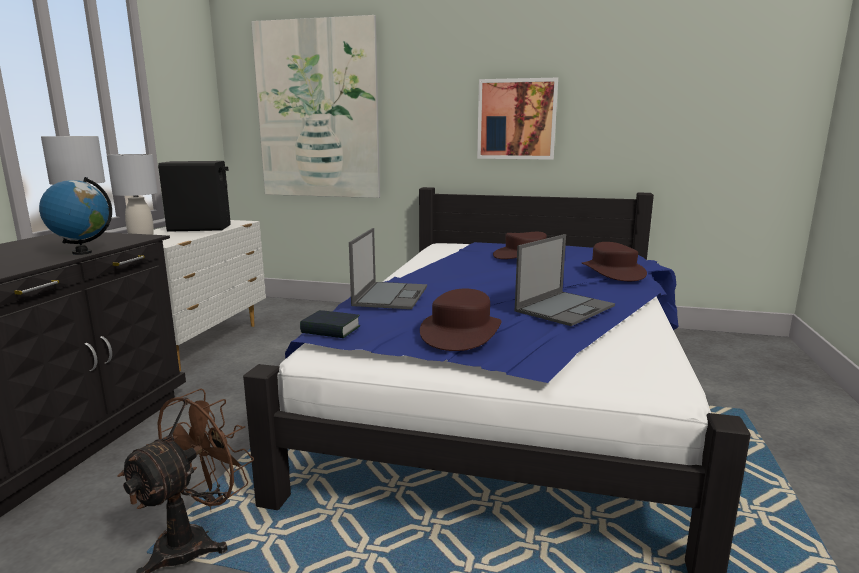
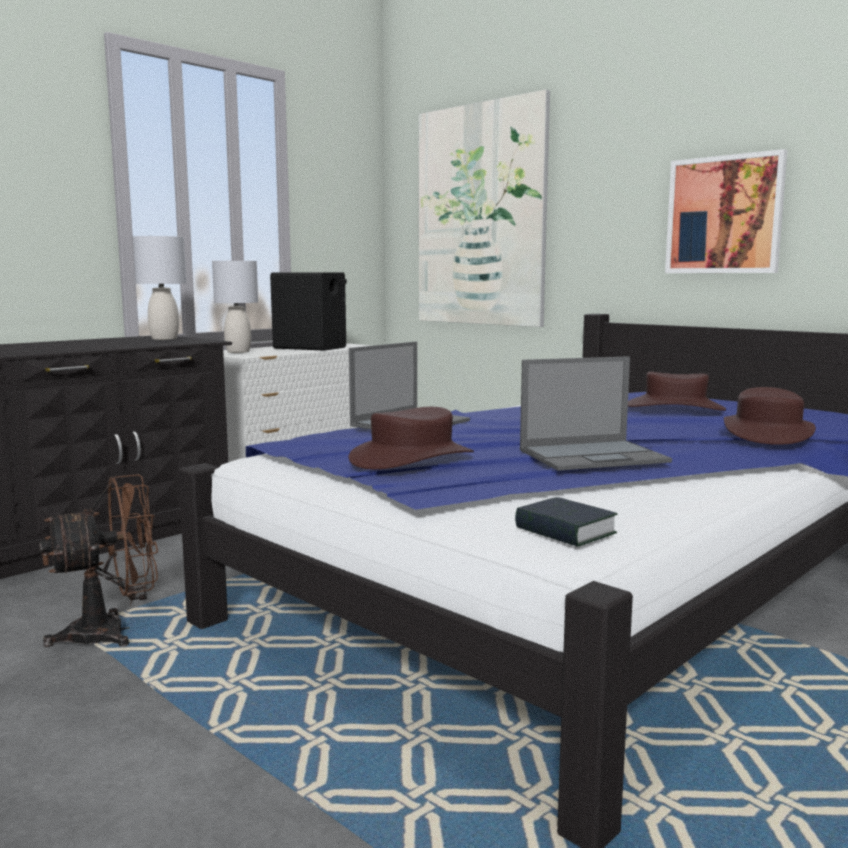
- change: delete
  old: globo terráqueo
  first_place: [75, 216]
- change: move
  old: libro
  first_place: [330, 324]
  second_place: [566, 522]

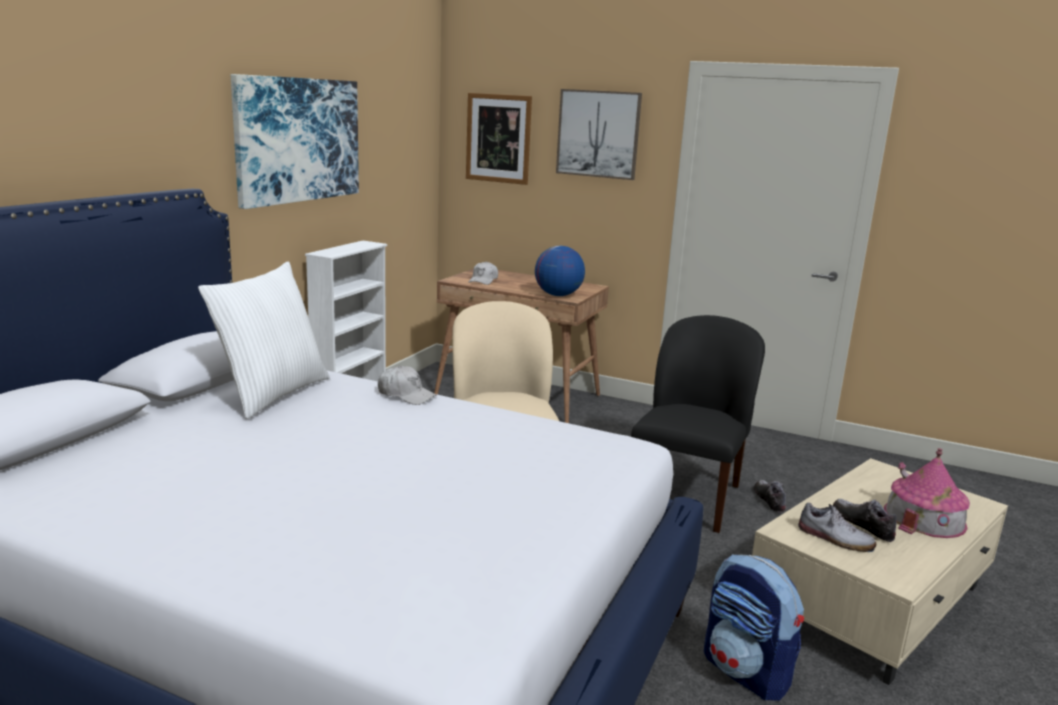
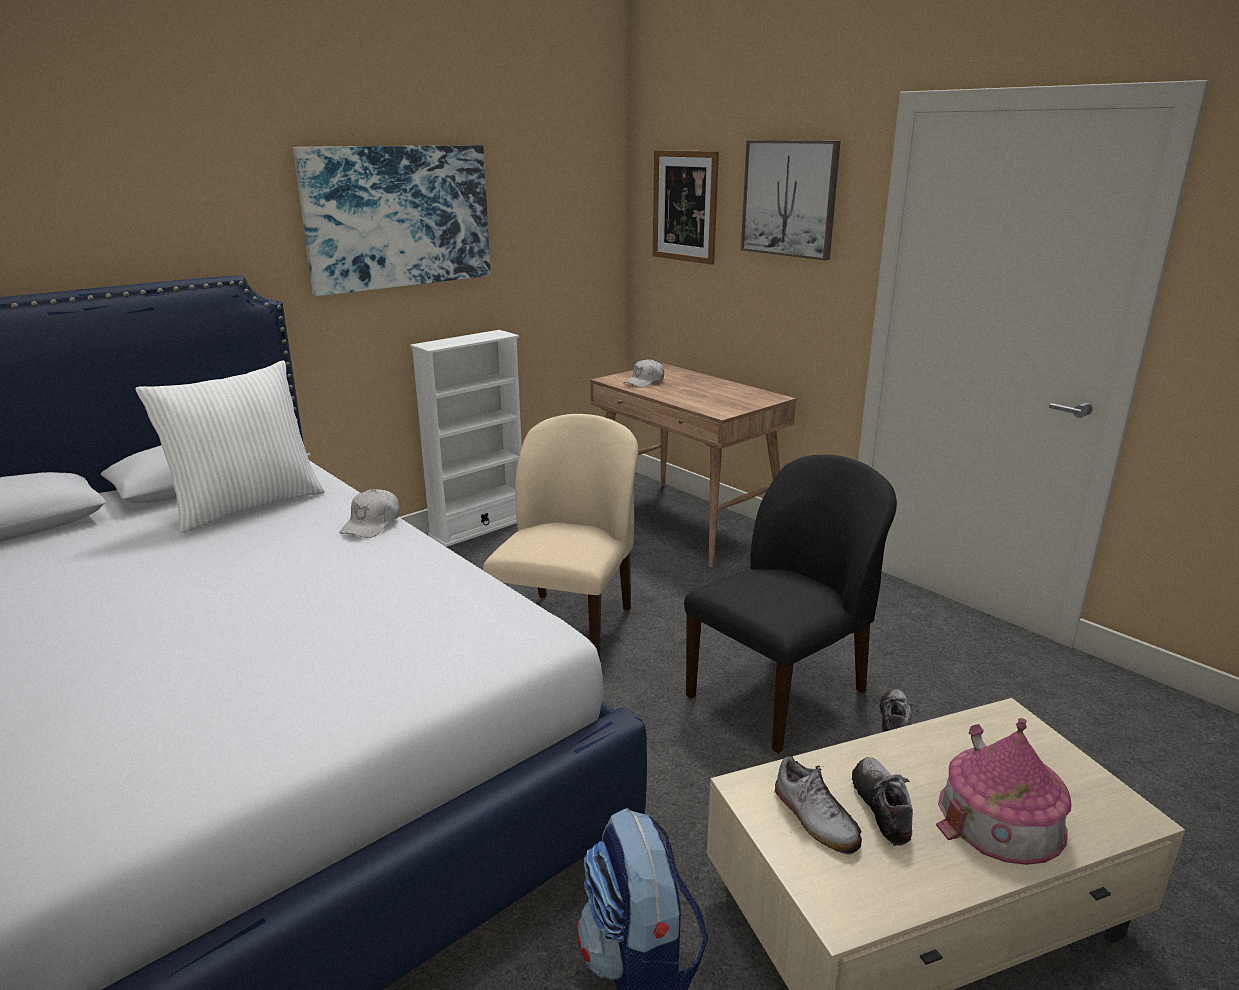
- change: delete
  old: globo terráqueo
  first_place: [560, 271]
- change: rotate
  old: gorra (blanco)
  first_place: [407, 385]
  second_place: [369, 513]
  degrees: 60

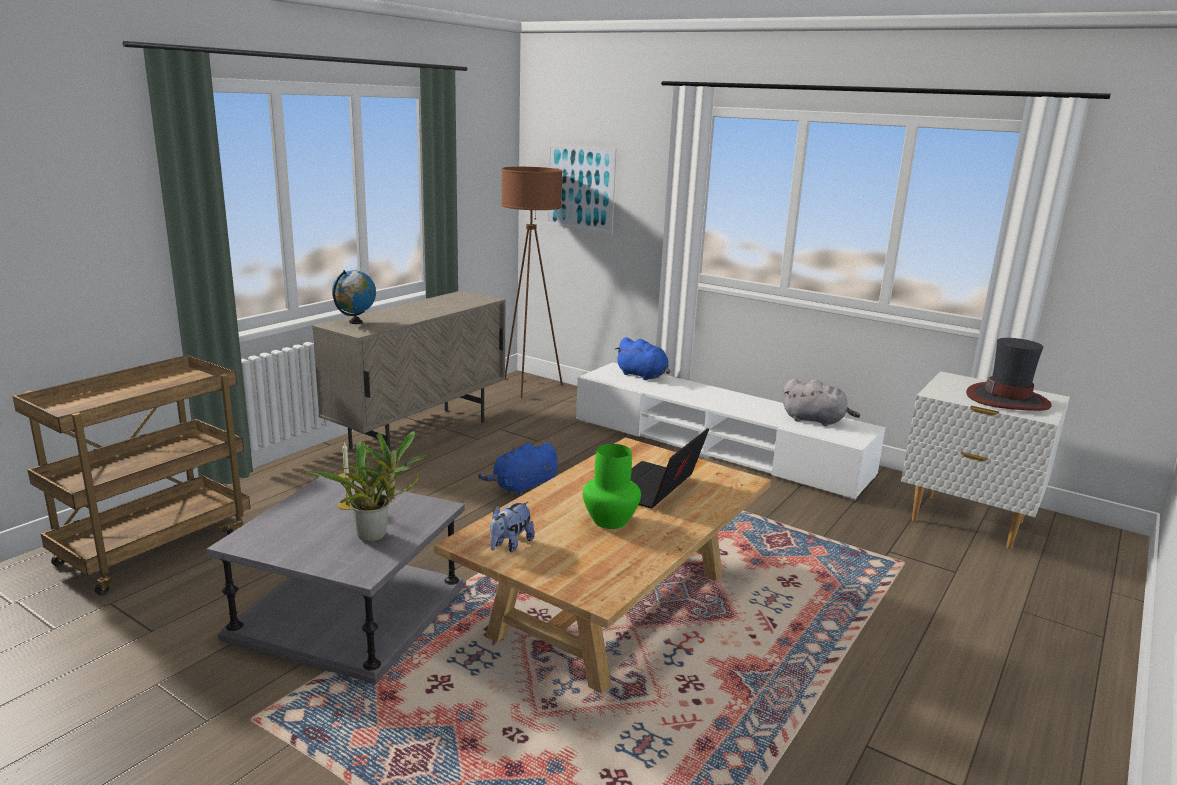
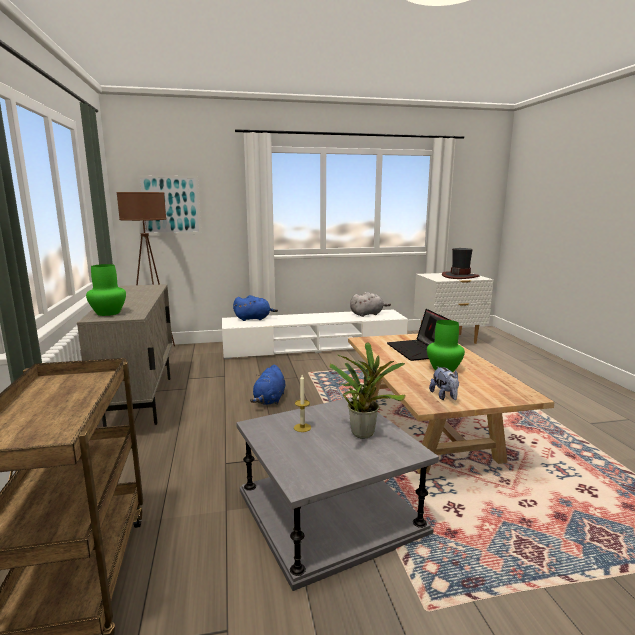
- change: replace
  old: globo terráqueo
  new: florero (verde)
  first_place: [354, 297]
  second_place: [106, 290]

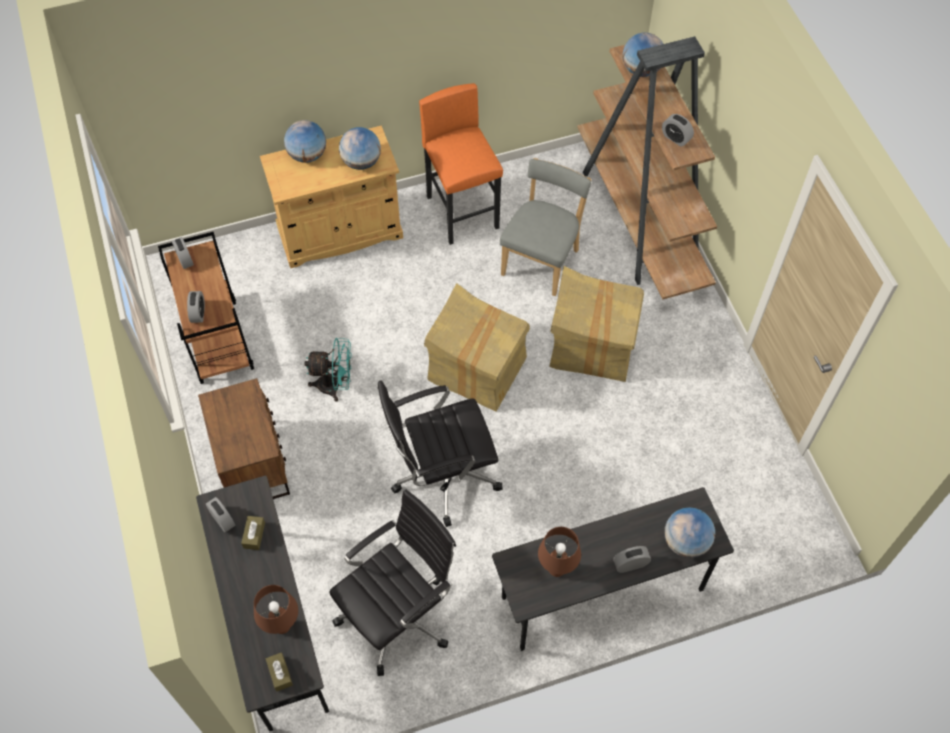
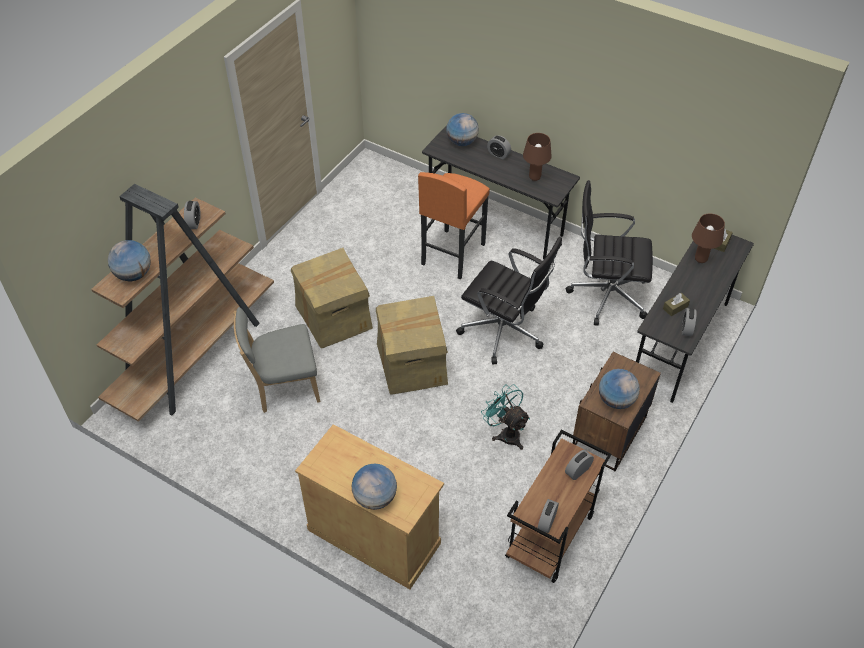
- change: move
  old: globo terráqueo
  first_place: [360, 148]
  second_place: [619, 389]
- change: move
  old: taburete (naranja)
  first_place: [461, 164]
  second_place: [454, 225]

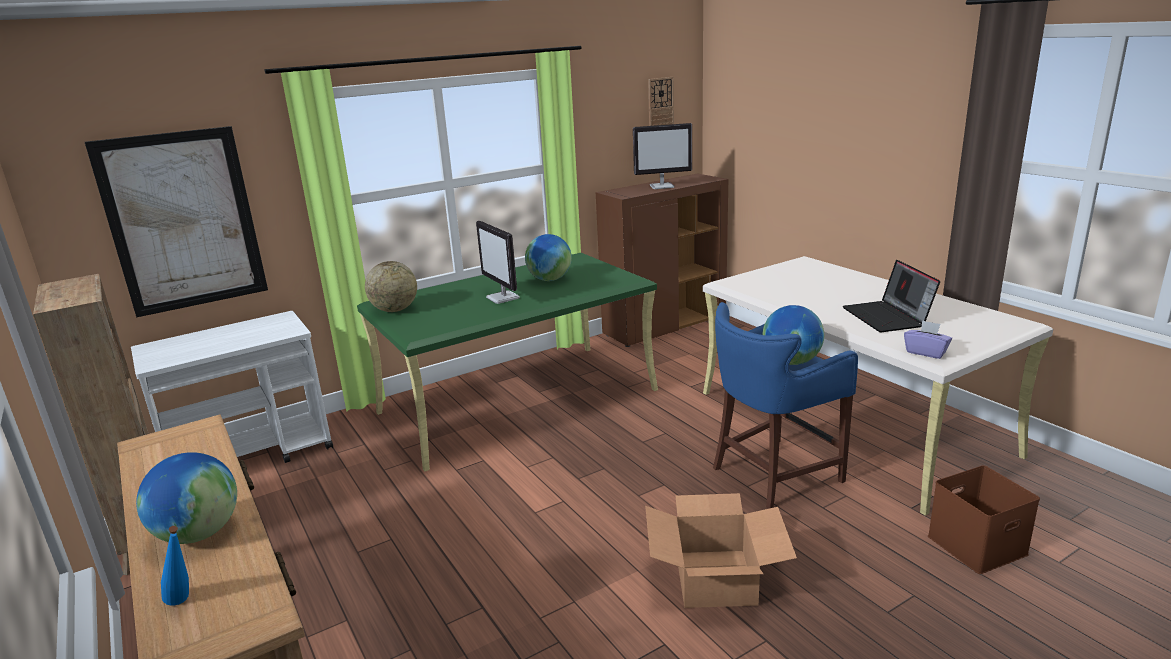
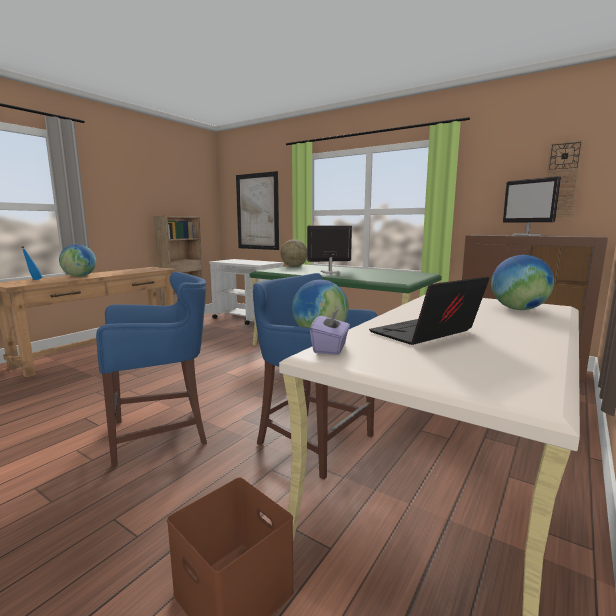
- change: move
  old: globo terráqueo
  first_place: [548, 257]
  second_place: [522, 282]
- change: replace
  old: caja de cartón
  new: taburete (azul)
  first_place: [721, 550]
  second_place: [151, 369]
- change: rotate
  old: monitor
  first_place: [498, 262]
  second_place: [329, 249]
  degrees: 45

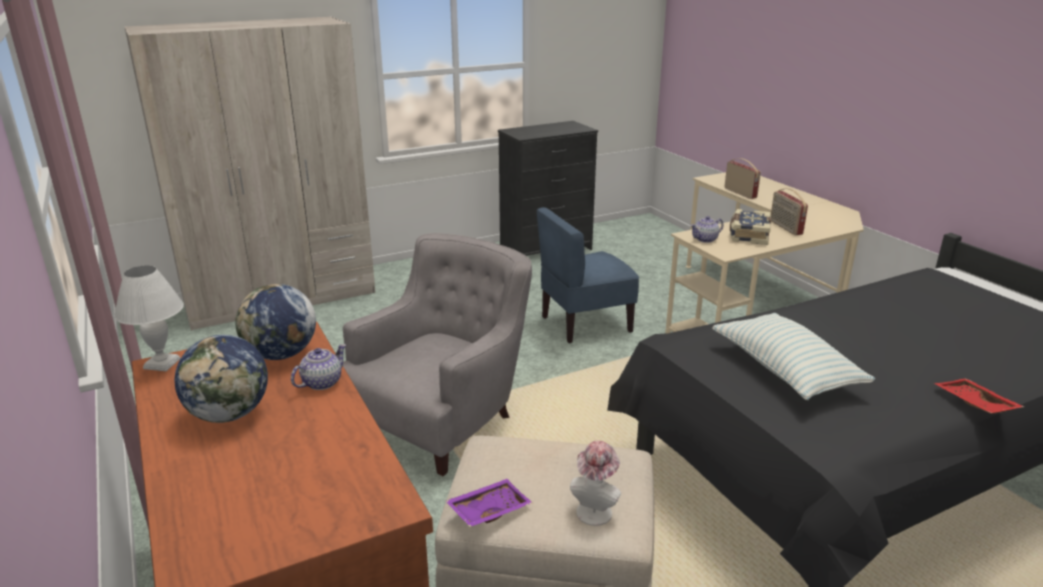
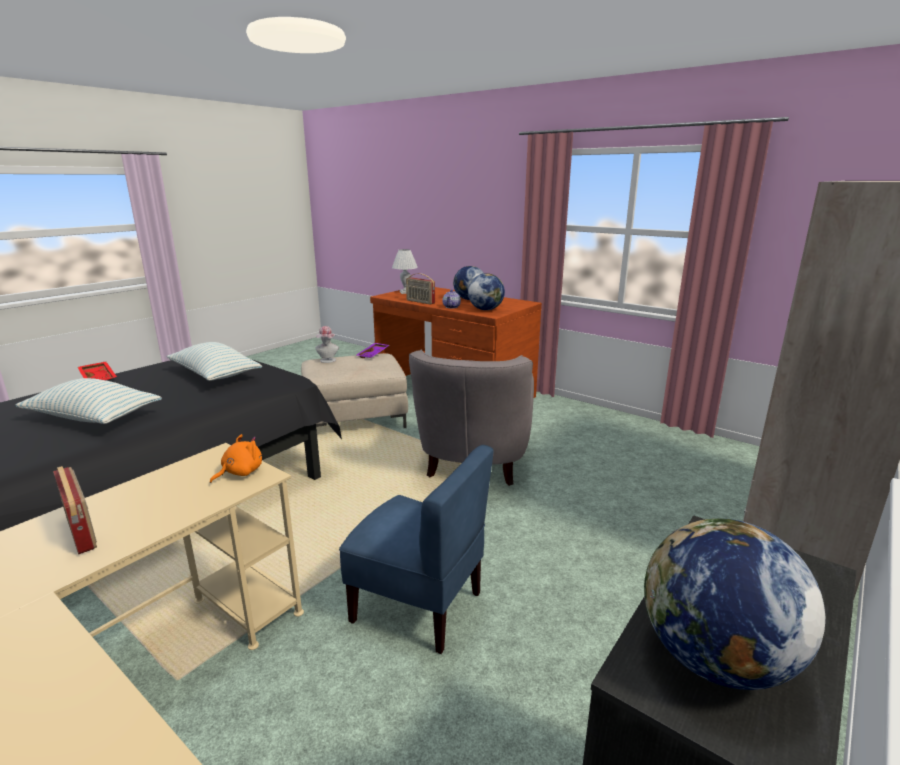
- change: delete
  old: libro
  first_place: [750, 227]
- change: insert
  new: cojín
  second_place: [88, 401]
- change: insert
  new: globo terráqueo
  second_place: [734, 604]
- change: move
  old: lámpara de mesa (blanco)
  first_place: [149, 318]
  second_place: [405, 271]
- change: move
  old: radio
  first_place: [742, 178]
  second_place: [420, 289]
- change: replace
  old: tetera
  new: peluche (naranja)
  first_place: [706, 229]
  second_place: [236, 458]
- change: rotate
  old: silla (azul)
  first_place: [588, 275]
  second_place: [416, 549]
  degrees: 75

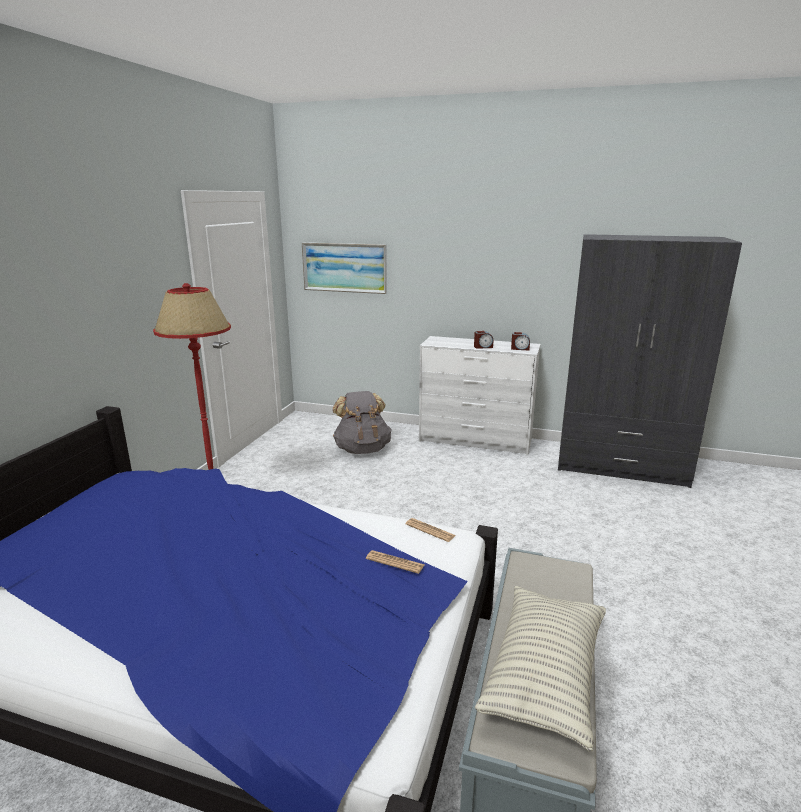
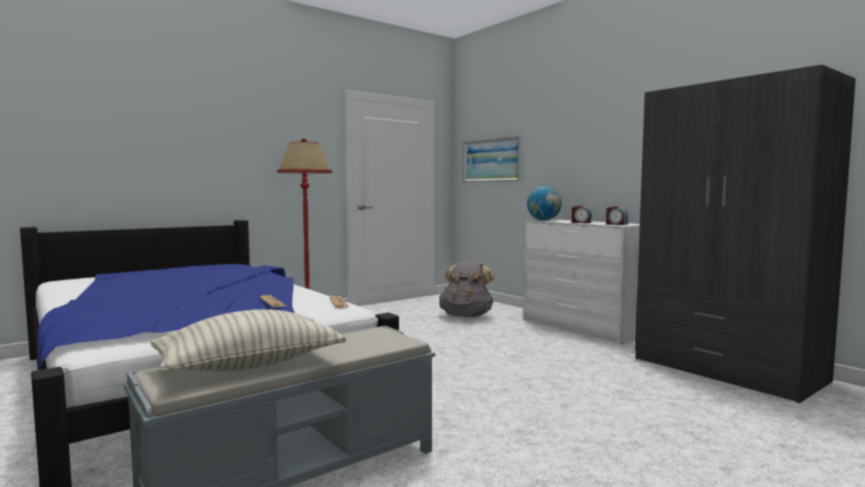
- change: insert
  new: globo terráqueo
  second_place: [544, 203]

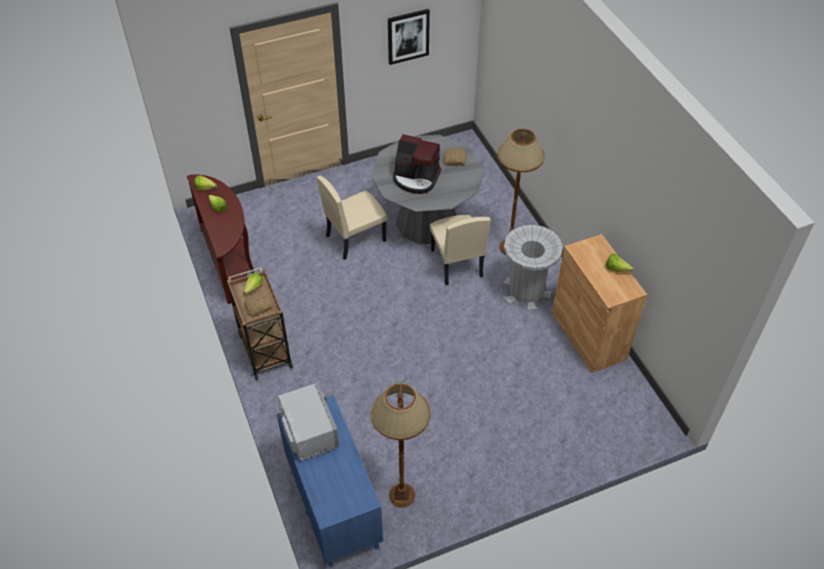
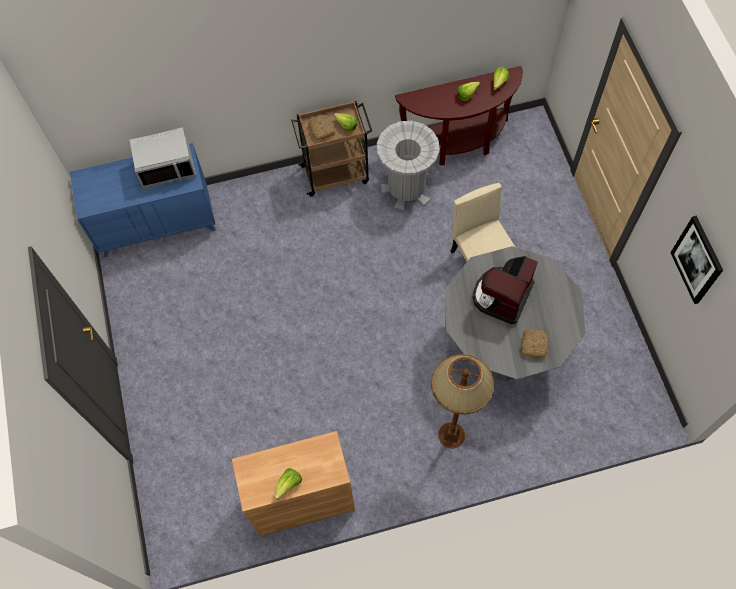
- change: delete
  old: lámpara de pie (marrón)
  first_place: [400, 445]
- change: delete
  old: silla (beis)
  first_place: [460, 250]
- change: move
  old: papelera (gris)
  first_place: [533, 268]
  second_place: [408, 165]

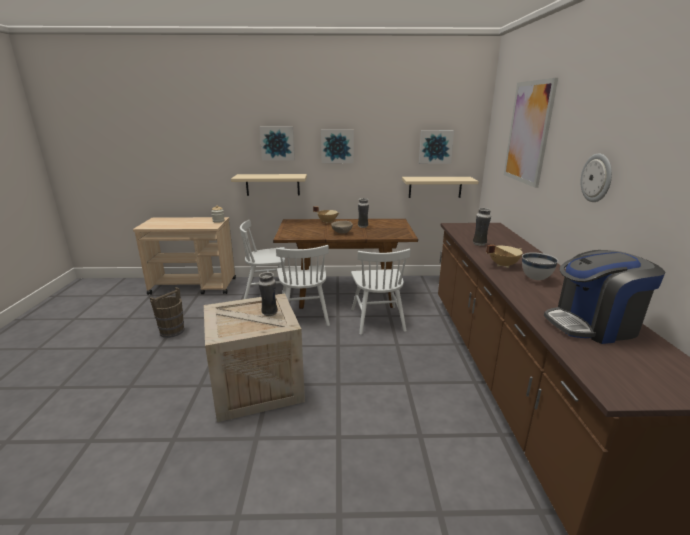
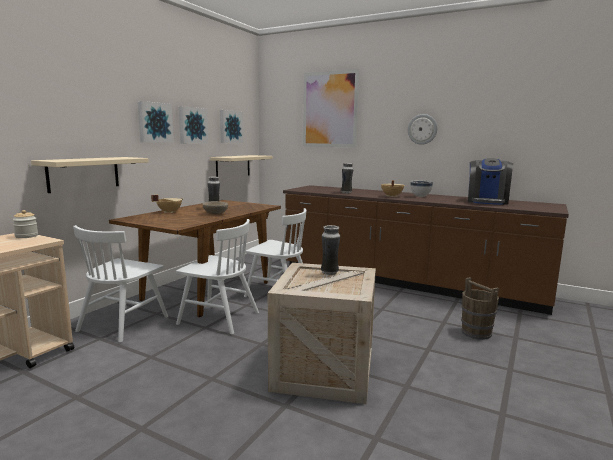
- change: move
  old: cubo (marrón)
  first_place: [167, 312]
  second_place: [480, 308]
- change: move
  old: cuadro
  first_place: [277, 143]
  second_place: [193, 125]

